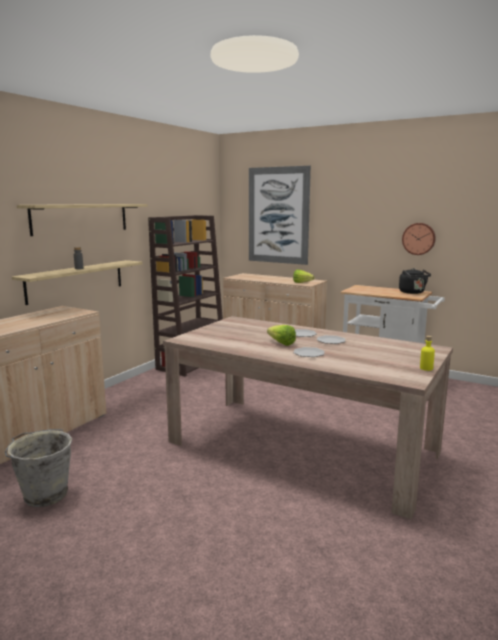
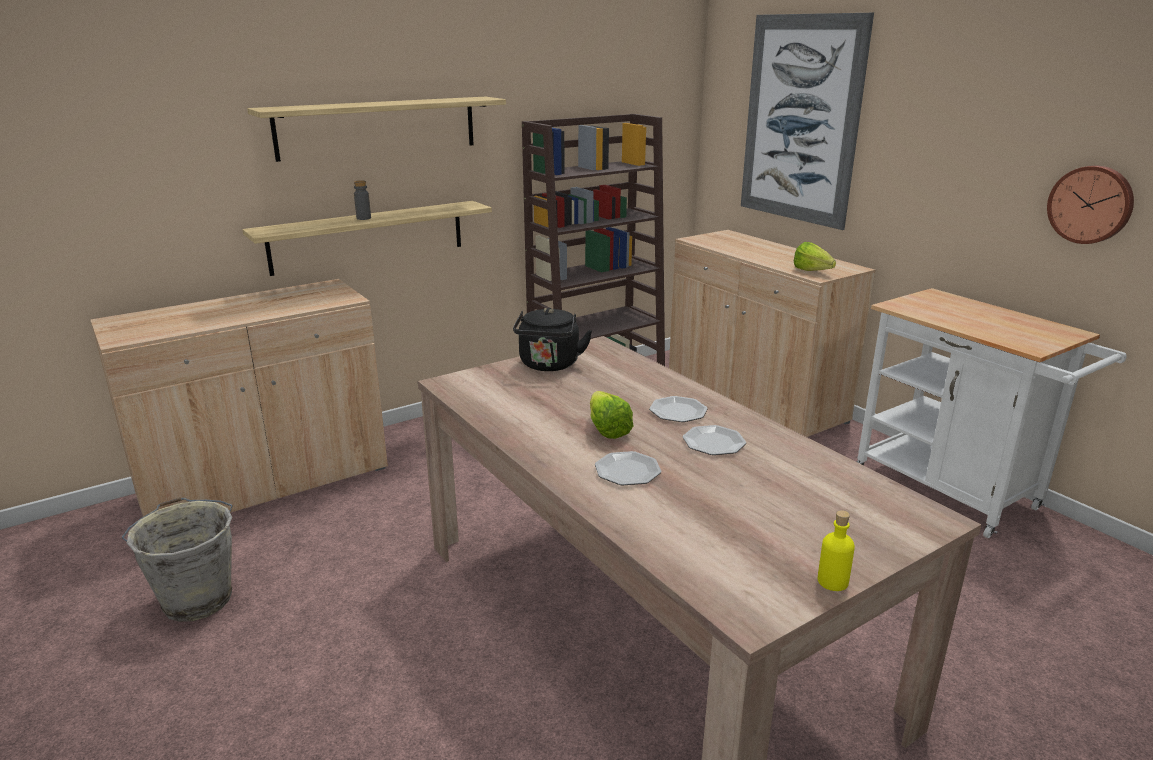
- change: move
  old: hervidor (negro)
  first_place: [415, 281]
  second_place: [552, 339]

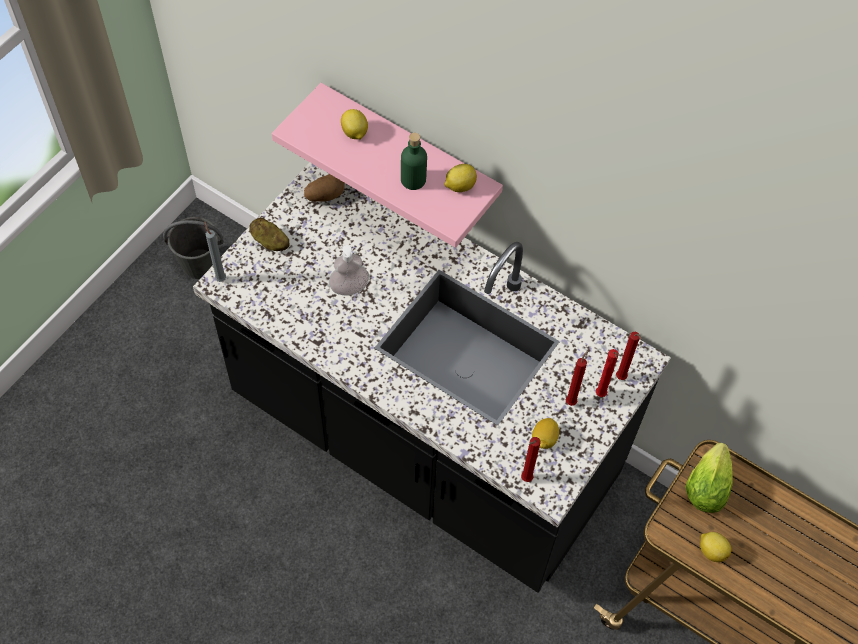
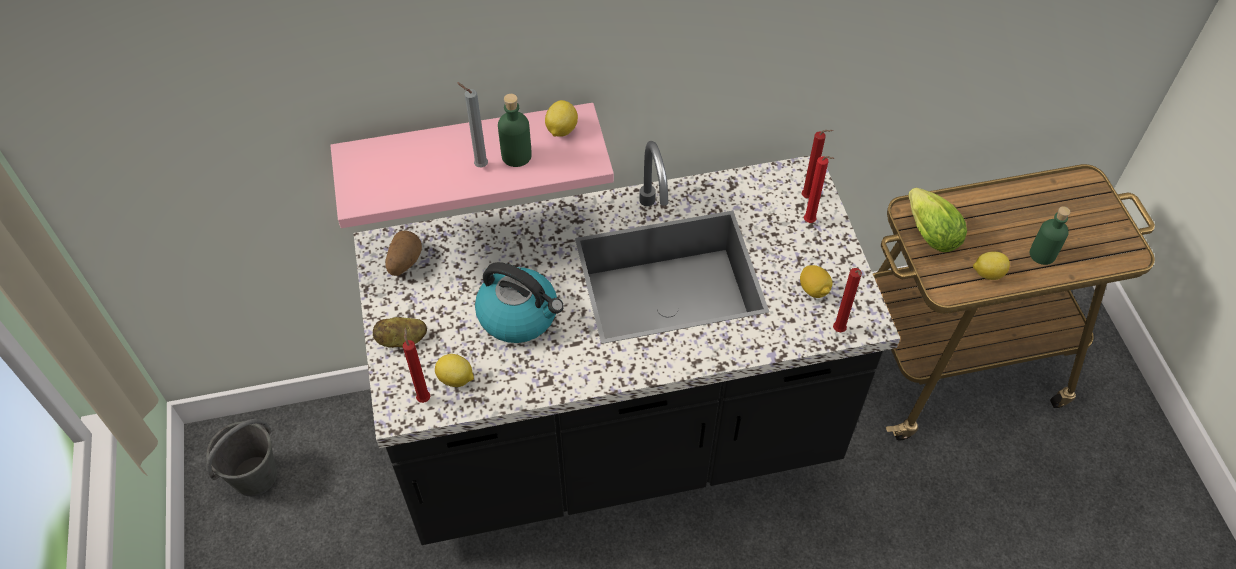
- change: insert
  new: botella (verde)
  second_place: [1050, 235]
- change: move
  old: vela (gris)
  first_place: [215, 251]
  second_place: [472, 124]
- change: move
  old: limón
  first_place: [354, 124]
  second_place: [454, 370]
- change: move
  old: vela (rojo)
  first_place: [577, 378]
  second_place: [416, 365]
- change: replace
  old: dispensador de jabón
  new: hervidor
  first_place: [349, 270]
  second_place: [519, 302]

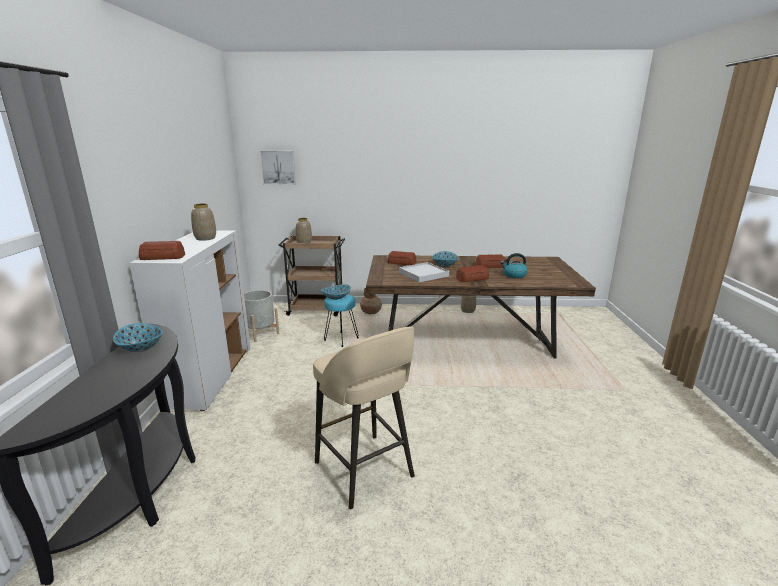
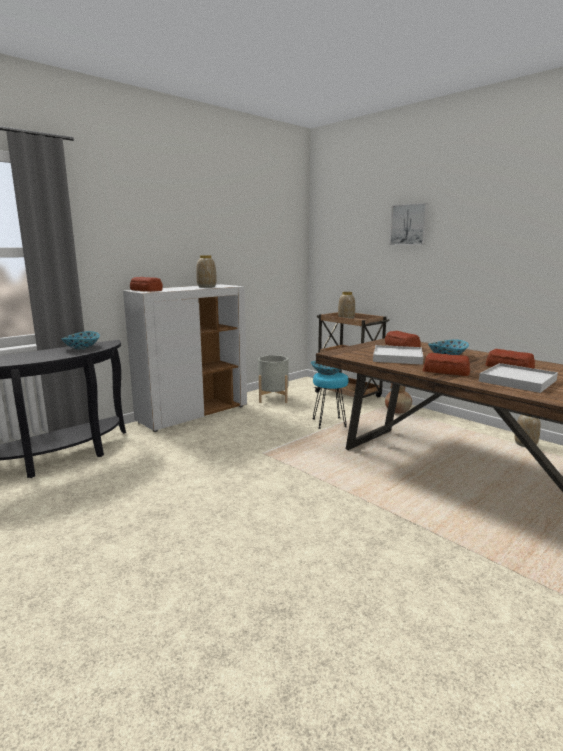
- change: delete
  old: taburete (beis)
  first_place: [364, 418]
- change: move
  old: cuadro
  first_place: [278, 168]
  second_place: [408, 224]
- change: replace
  old: hervidor
  new: bandeja (blanco)
  first_place: [514, 265]
  second_place: [518, 378]

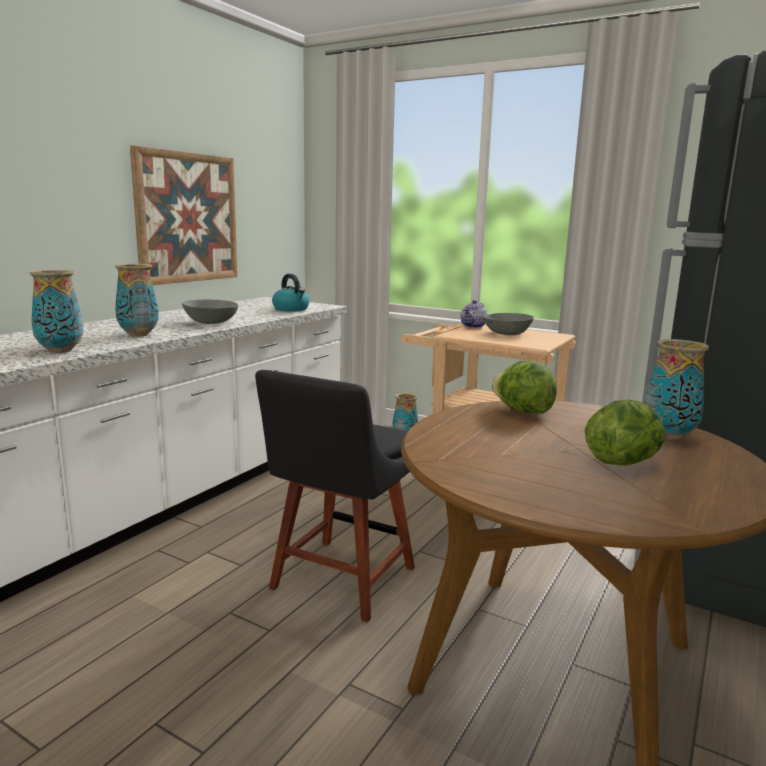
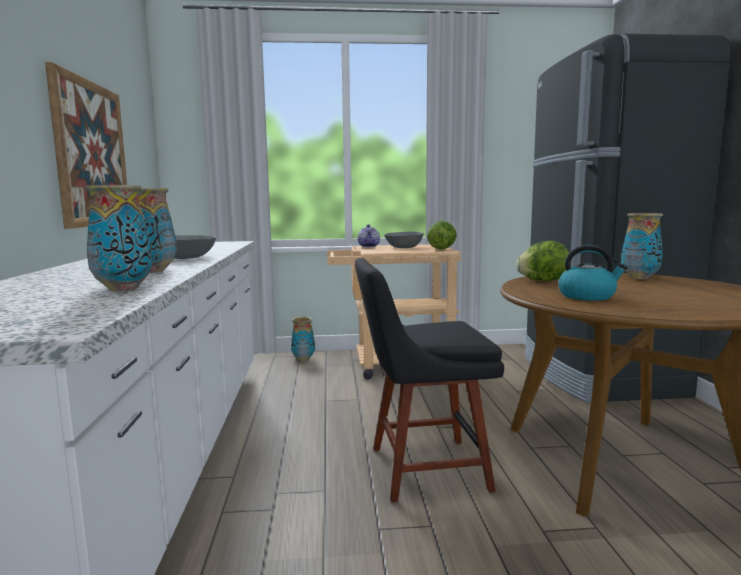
- change: move
  old: hervidor
  first_place: [291, 293]
  second_place: [593, 273]
- change: move
  old: lechuga
  first_place: [625, 432]
  second_place: [442, 235]
- change: rotate
  old: silla (negro)
  first_place: [335, 496]
  second_place: [429, 380]
  degrees: 90

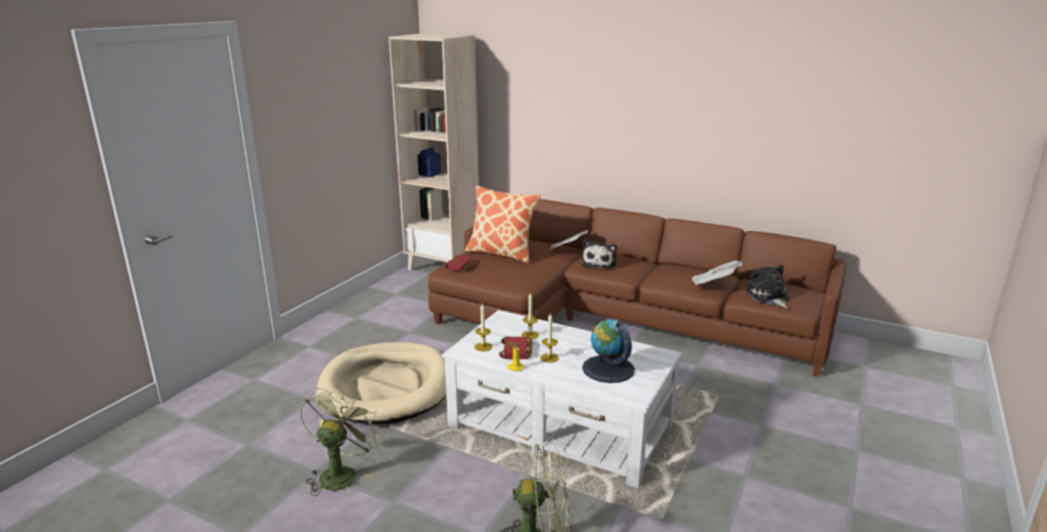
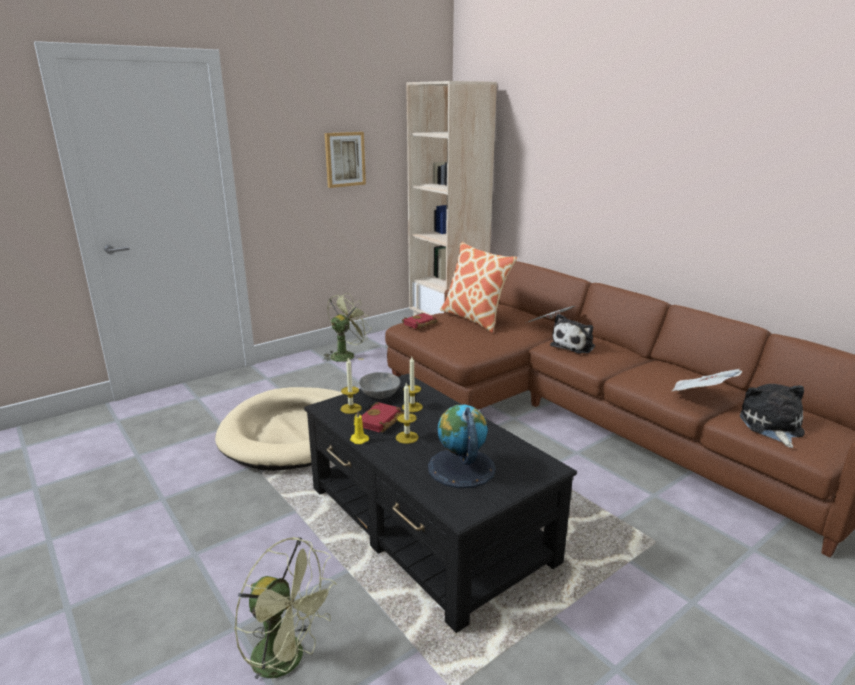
- change: insert
  new: cuadro
  second_place: [345, 160]
- change: insert
  new: cuenco (gris)
  second_place: [379, 385]
- change: move
  old: ventilador (verde)
  first_place: [340, 440]
  second_place: [347, 327]
- change: recolor
  old: mesa de centro (blanco)
  new: mesa de centro (negro)
  first_place: [562, 399]
  second_place: [440, 503]

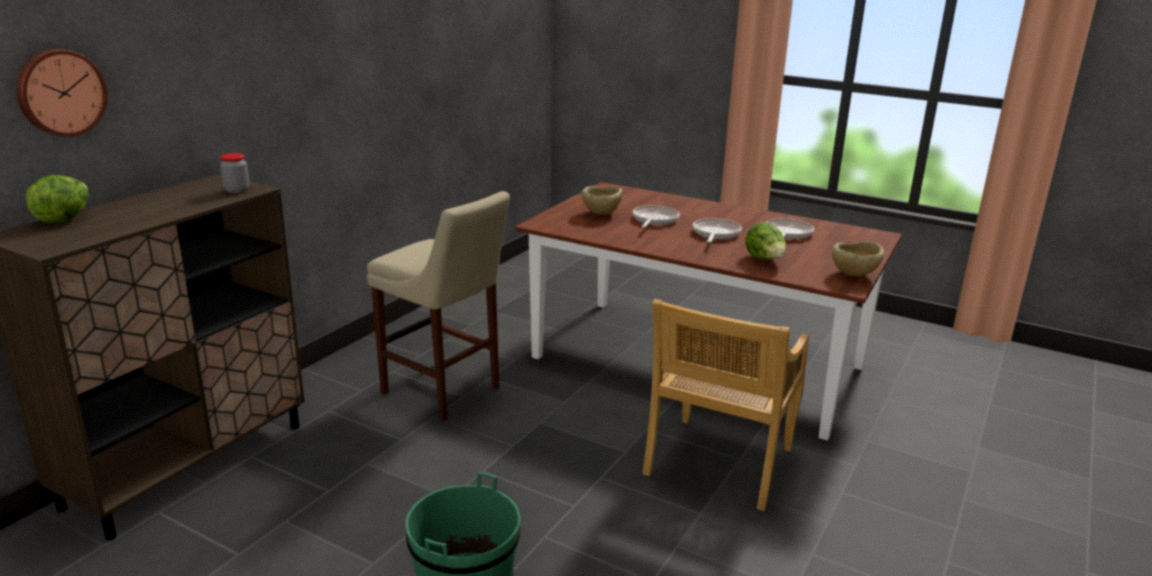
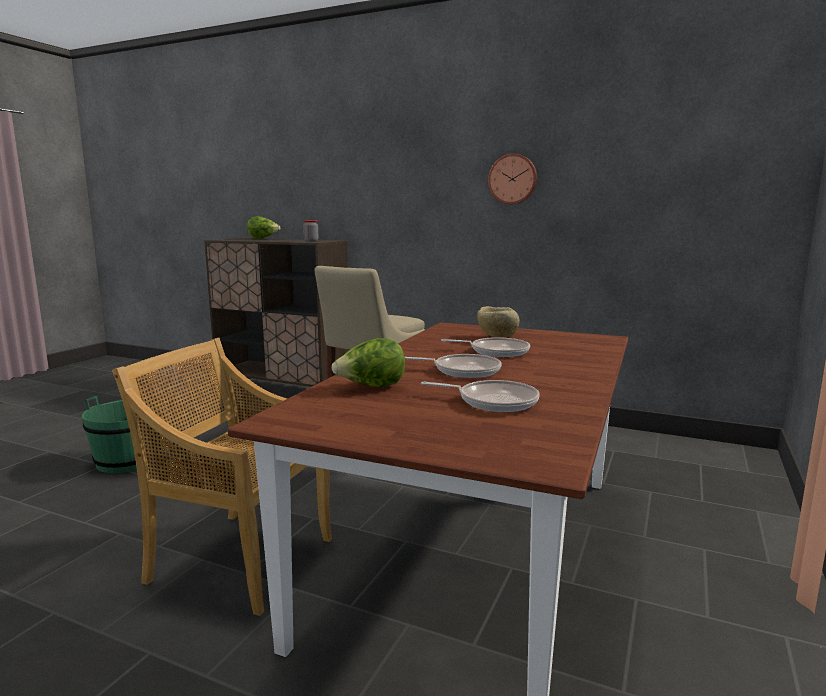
- change: delete
  old: cuenco (beis)
  first_place: [858, 258]
- change: move
  old: reloj de pared
  first_place: [62, 93]
  second_place: [512, 179]

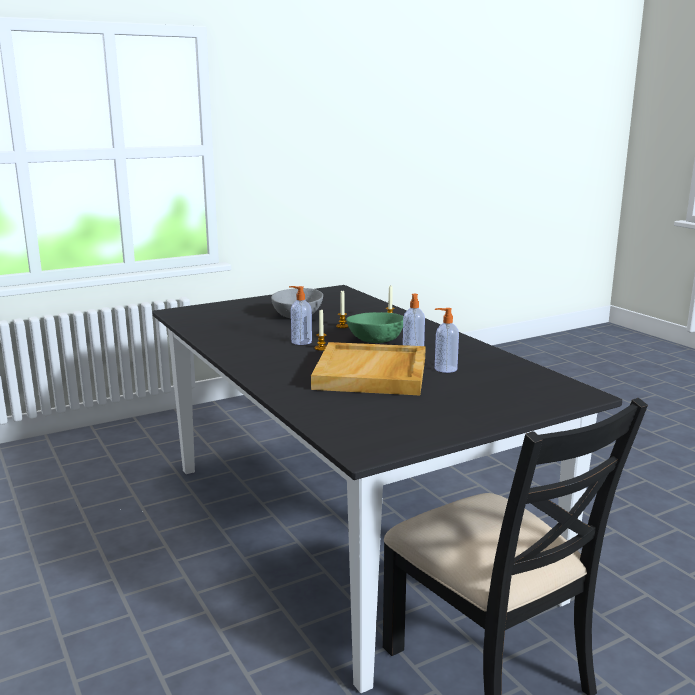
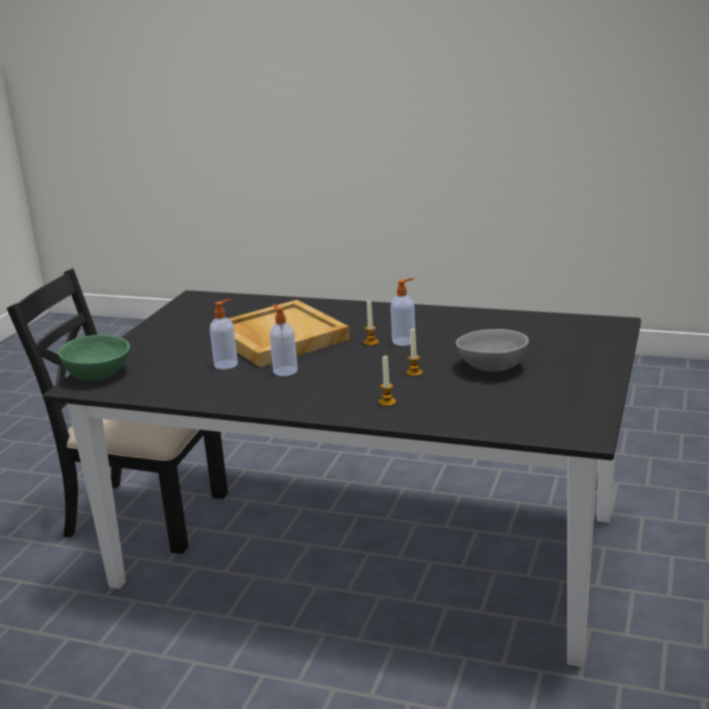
- change: move
  old: cuenco (verde)
  first_place: [375, 327]
  second_place: [94, 358]

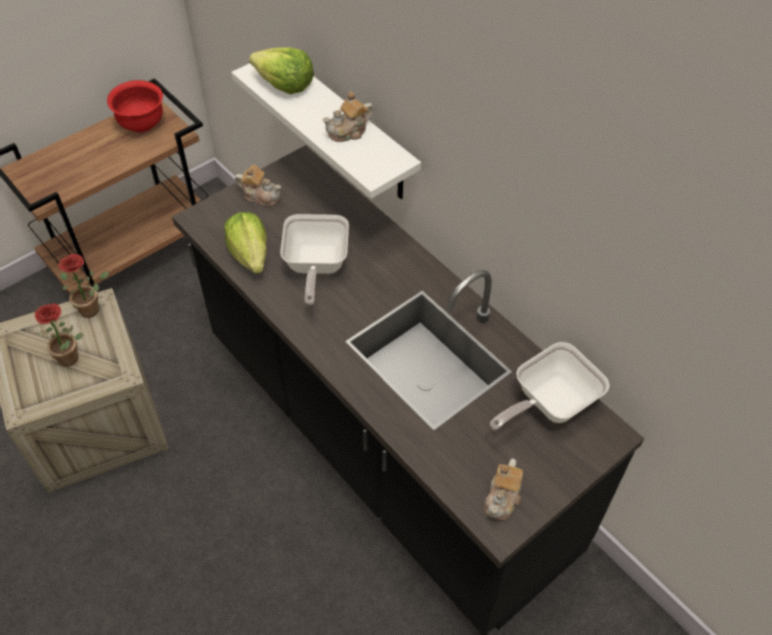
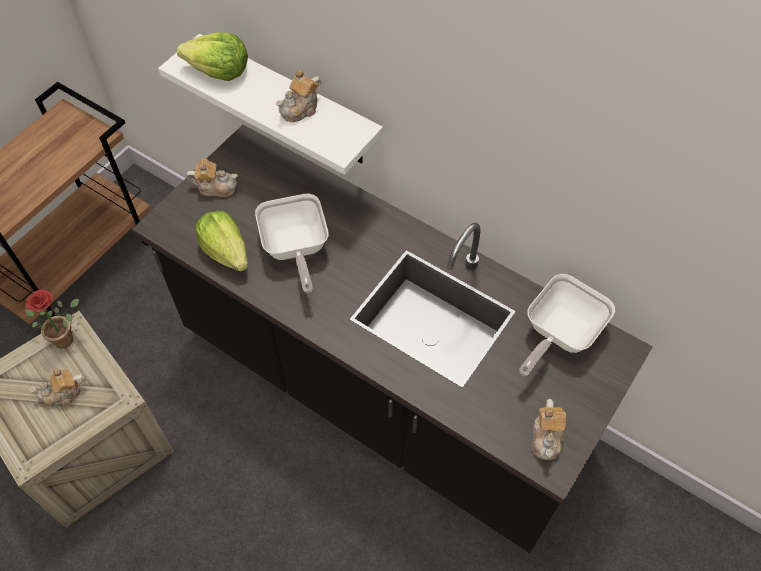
- change: delete
  old: cuenco (rojo)
  first_place: [135, 106]
- change: replace
  old: planta en maceta
  new: tetera
  first_place: [58, 335]
  second_place: [57, 387]

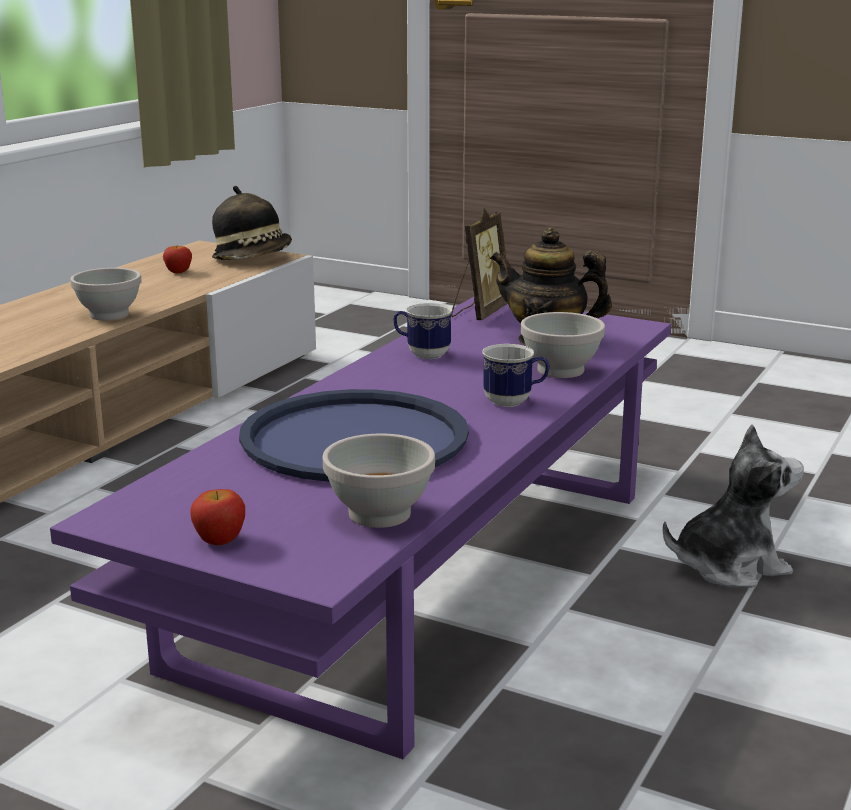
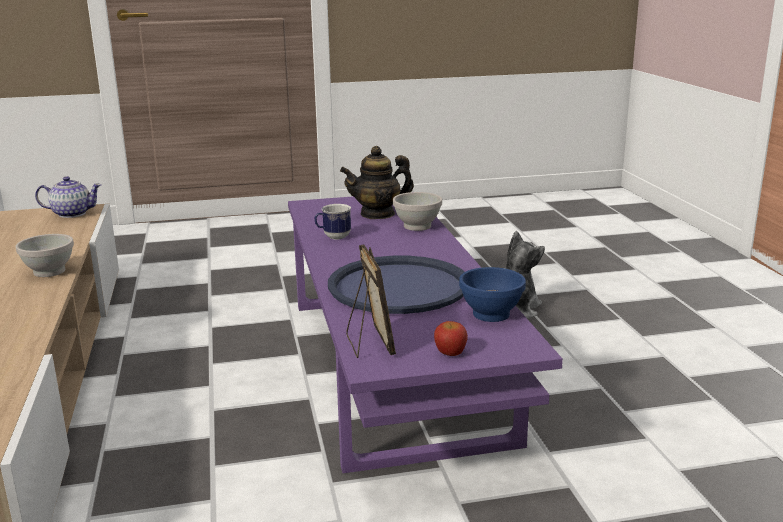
- change: delete
  old: manzana
  first_place: [177, 259]
- change: delete
  old: taza grande
  first_place: [515, 375]
- change: move
  old: portarretratos
  first_place: [479, 264]
  second_place: [371, 301]
- change: replace
  old: sombrero
  new: tetera
  first_place: [252, 223]
  second_place: [68, 197]
- change: recolor
  old: cuenco (blanco)
  new: cuenco (azul)
  first_place: [379, 481]
  second_place: [492, 294]

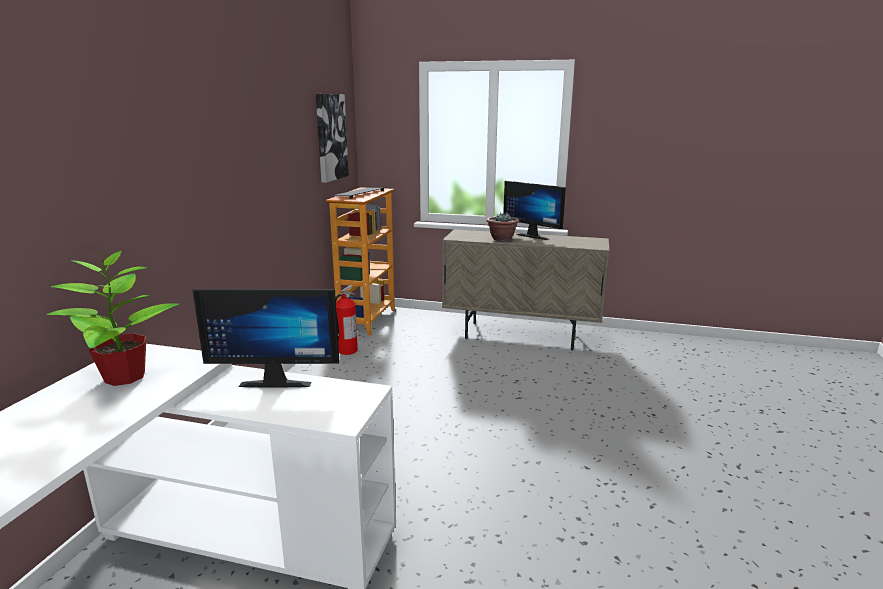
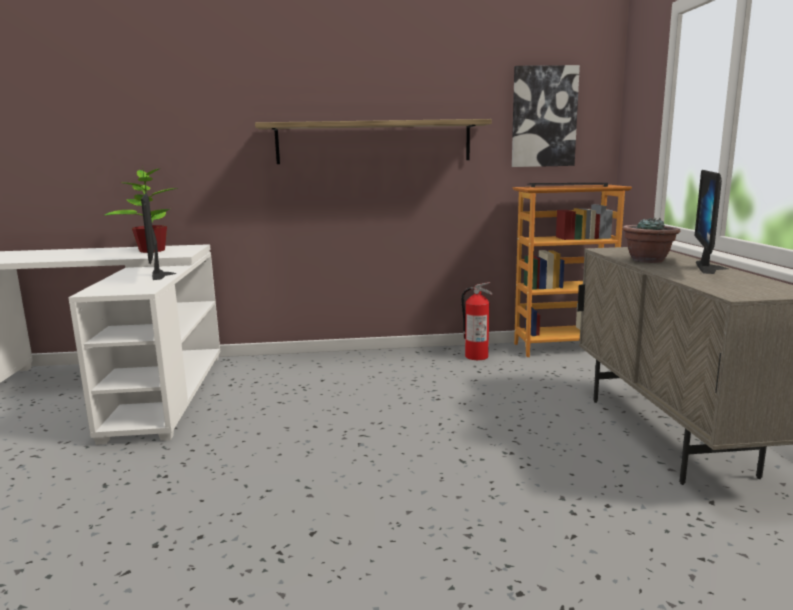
- change: insert
  new: estante
  second_place: [373, 141]

